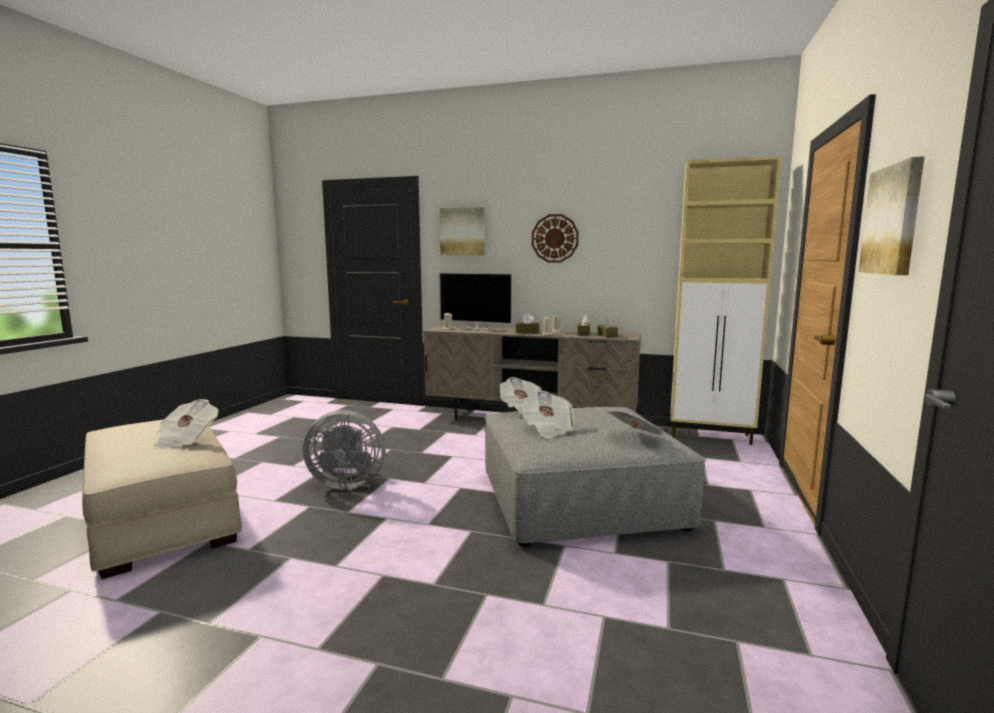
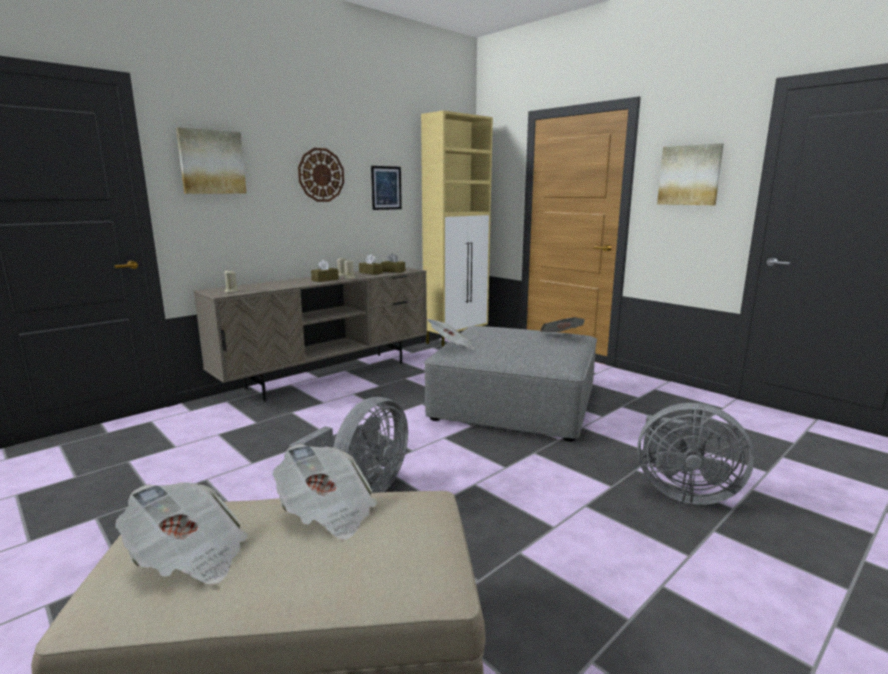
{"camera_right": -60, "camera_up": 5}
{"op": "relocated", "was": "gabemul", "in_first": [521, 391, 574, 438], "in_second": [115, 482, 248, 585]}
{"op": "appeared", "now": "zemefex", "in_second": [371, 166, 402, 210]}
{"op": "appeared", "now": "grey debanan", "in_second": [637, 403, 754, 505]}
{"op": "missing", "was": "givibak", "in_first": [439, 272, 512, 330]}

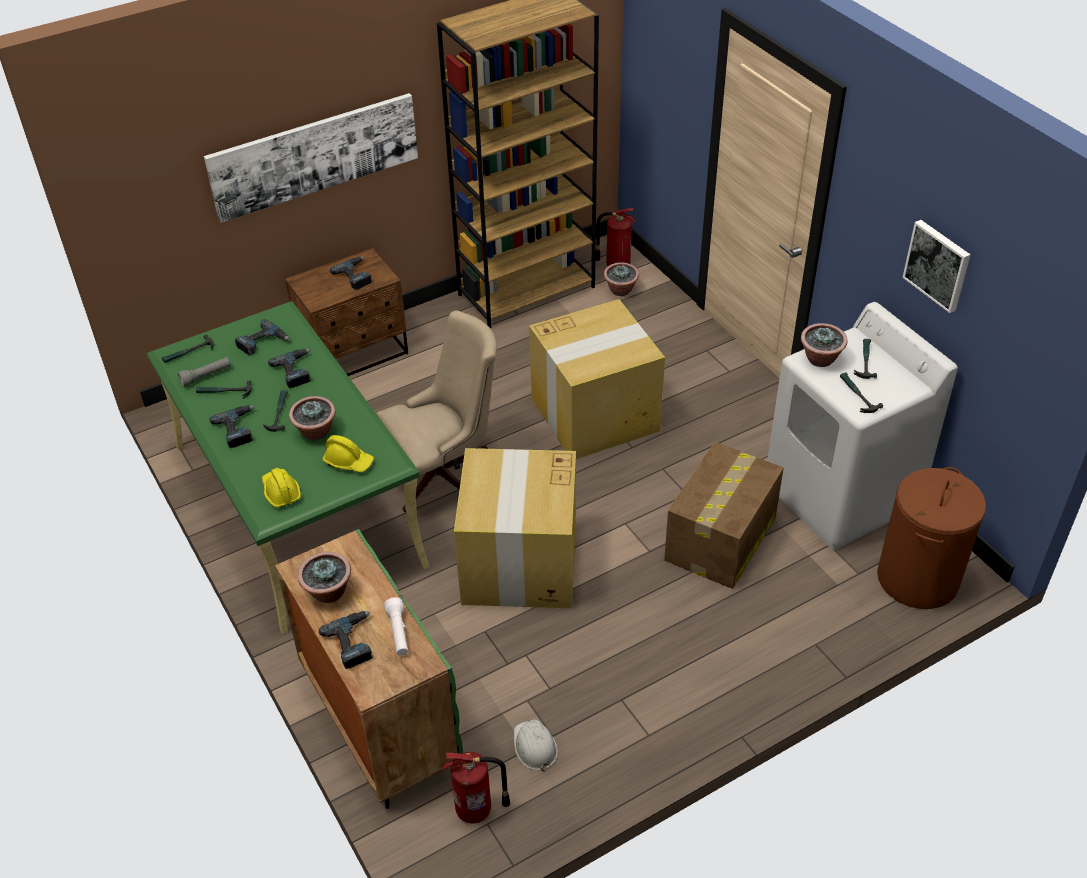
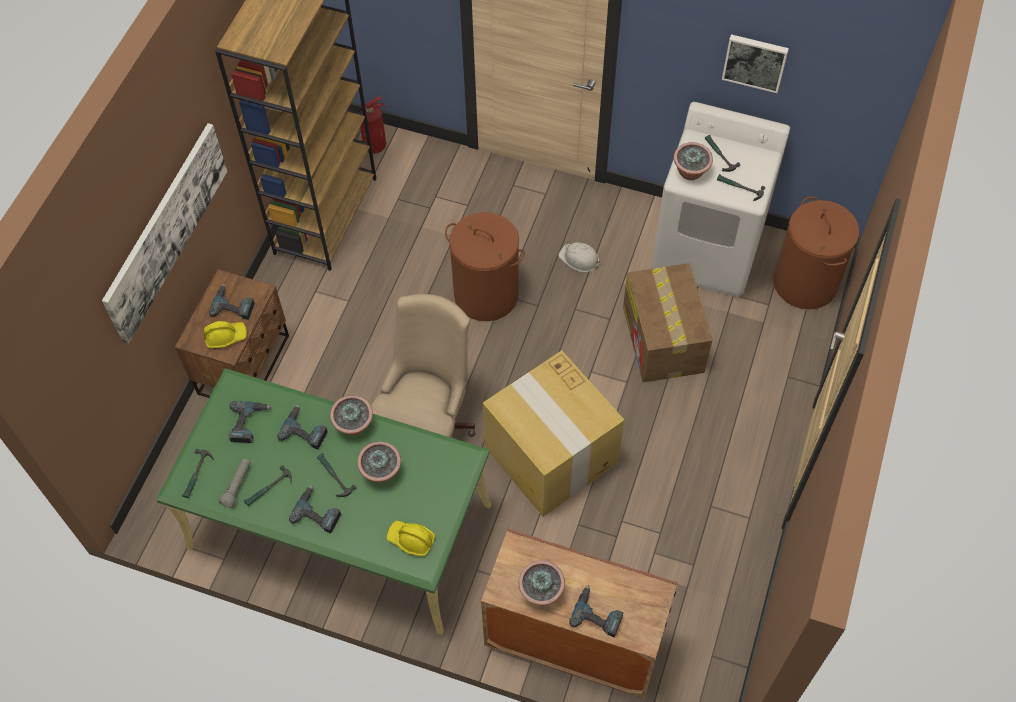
{"camera_right": -40, "camera_up": 15}
{"op": "relocated", "was": "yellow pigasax", "in_first": [323, 435, 374, 472], "in_second": [204, 321, 247, 349]}
{"op": "relocated", "was": "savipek", "in_first": [604, 262, 639, 296], "in_second": [330, 395, 373, 436]}
{"op": "exchanged", "was": "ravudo", "now": "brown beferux", "in_first": [529, 299, 665, 459], "in_second": [445, 212, 525, 321]}
{"op": "colour", "was": "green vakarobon", "now": "brown vakarobon", "in_first": [275, 529, 463, 809], "in_second": [481, 528, 678, 699]}
{"op": "relocated", "was": "white pigasax", "in_first": [514, 719, 558, 772], "in_second": [558, 242, 601, 272]}
{"op": "missing", "was": "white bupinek", "in_first": [384, 597, 408, 656]}
{"op": "missing", "was": "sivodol", "in_first": [443, 752, 510, 823]}

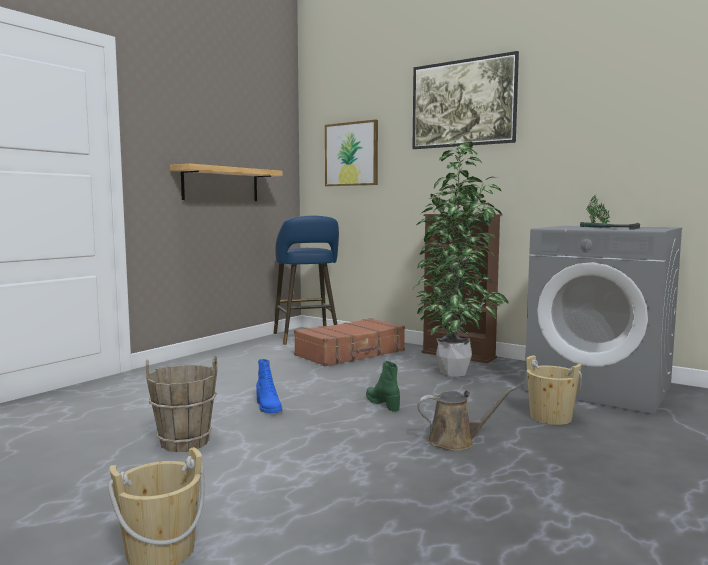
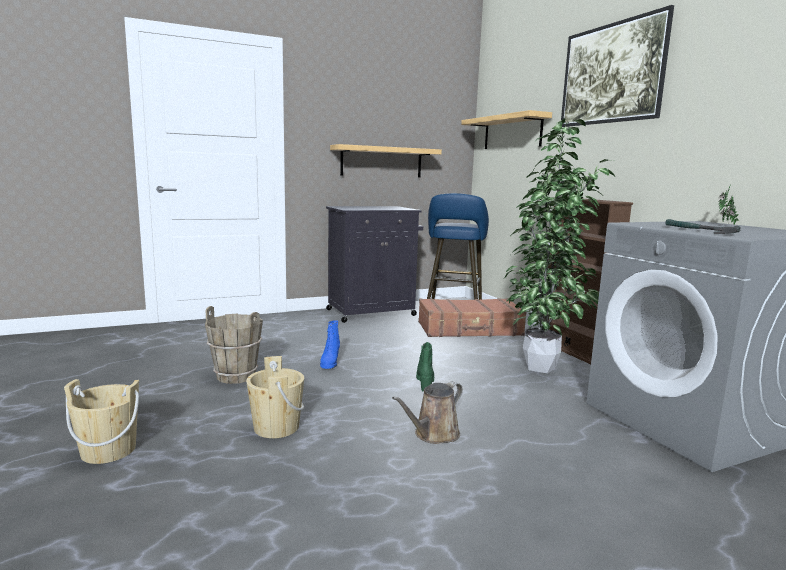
{"camera_right": 30, "camera_up": 5}
{"op": "relocated", "was": "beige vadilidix", "in_first": [526, 355, 582, 425], "in_second": [246, 356, 304, 438]}
{"op": "appeared", "now": "black vakarobon", "in_second": [326, 206, 423, 323]}
{"op": "spun", "was": "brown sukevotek", "in_first": [418, 386, 517, 451], "in_second": [392, 382, 463, 444], "clockwise": 105}
{"op": "exchanged", "was": "zemefex", "now": "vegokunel", "in_first": [325, 119, 378, 186], "in_second": [461, 110, 552, 149]}

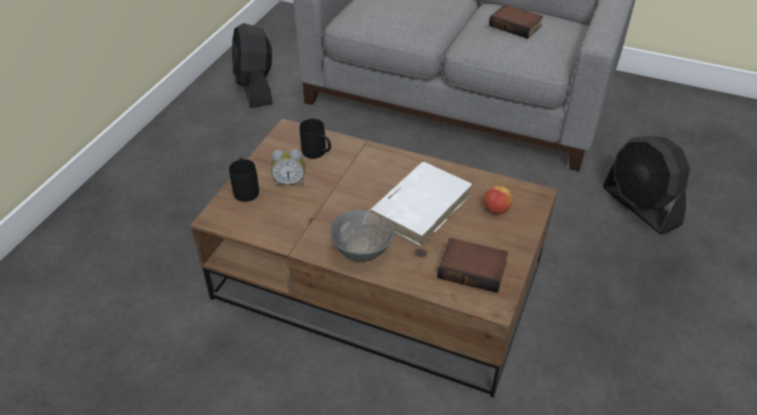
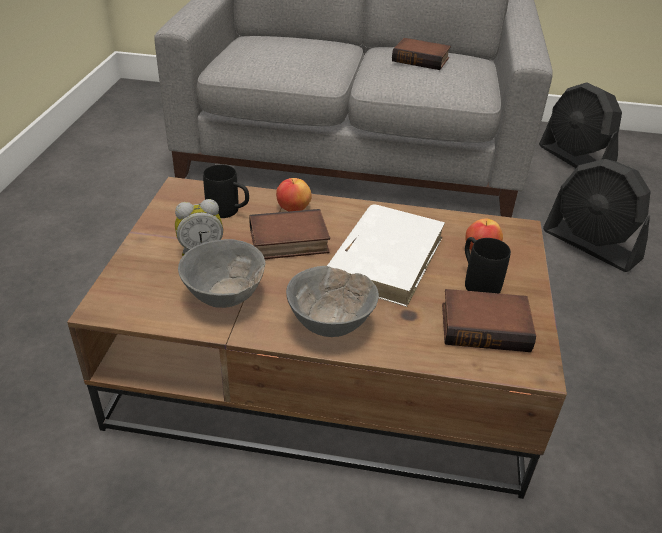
{"camera_right": -15, "camera_up": -5}
{"op": "appeared", "now": "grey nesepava", "in_second": [178, 239, 266, 308]}
{"op": "appeared", "now": "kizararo", "in_second": [249, 209, 330, 259]}
{"op": "appeared", "now": "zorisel", "in_second": [276, 178, 312, 211]}
{"op": "relocated", "was": "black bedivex", "in_first": [229, 157, 259, 202], "in_second": [465, 237, 511, 294]}
{"op": "relocated", "was": "black debanan", "in_first": [232, 23, 273, 108], "in_second": [539, 82, 622, 168]}

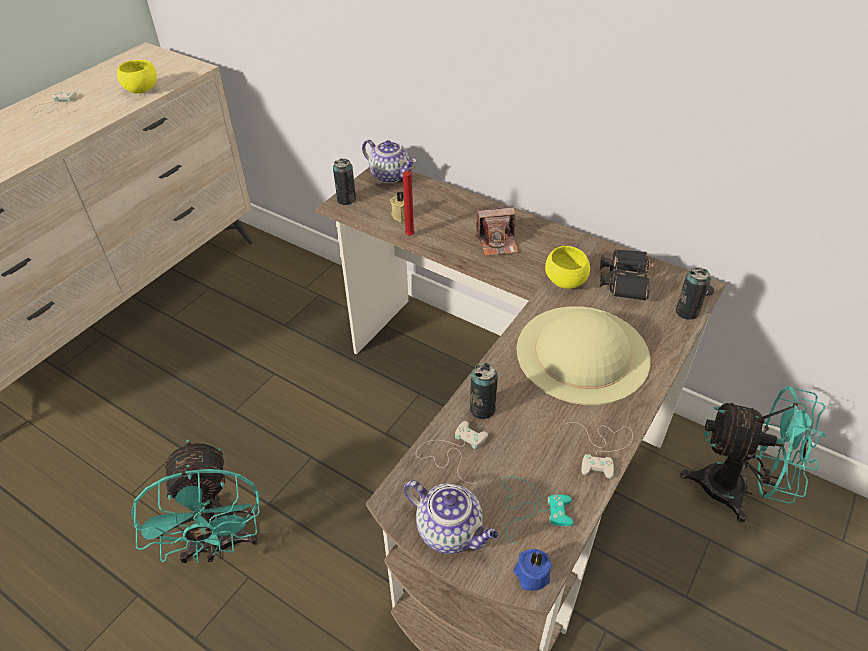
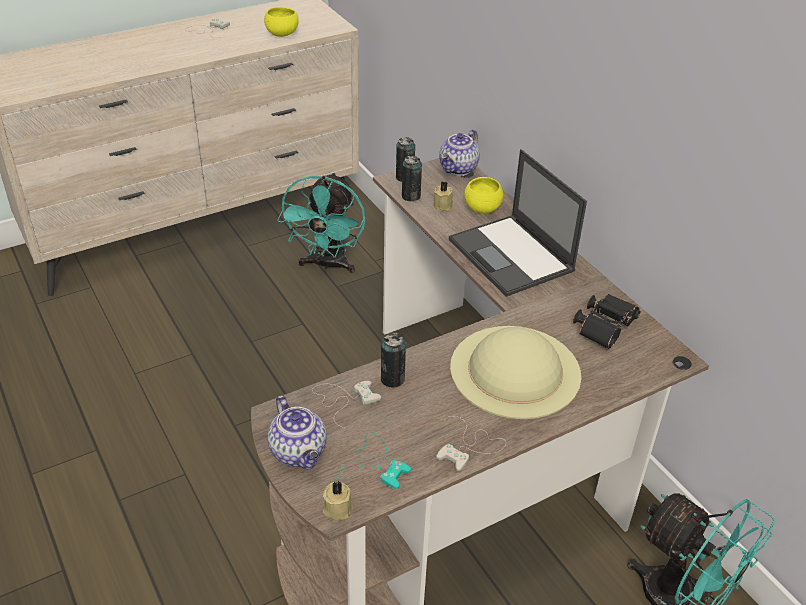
{"camera_right": 25, "camera_up": -5}
{"op": "relocated", "was": "turquoise debanan", "in_first": [131, 439, 260, 563], "in_second": [277, 172, 366, 273]}
{"op": "colour", "was": "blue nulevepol", "now": "beige nulevepol", "in_first": [513, 549, 552, 591], "in_second": [323, 481, 353, 520]}
{"op": "relocated", "was": "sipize", "in_first": [676, 267, 711, 320], "in_second": [402, 156, 422, 202]}
{"op": "spun", "was": "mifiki", "in_first": [362, 139, 416, 183], "in_second": [439, 129, 480, 176], "clockwise": 60}
{"op": "exchanged", "was": "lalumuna", "now": "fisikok", "in_first": [475, 206, 519, 256], "in_second": [449, 149, 587, 297]}
{"op": "relocated", "was": "yellow nesepava", "in_first": [545, 246, 590, 289], "in_second": [464, 177, 503, 214]}
{"op": "missing", "was": "red nulevepol", "in_first": [403, 166, 416, 236]}

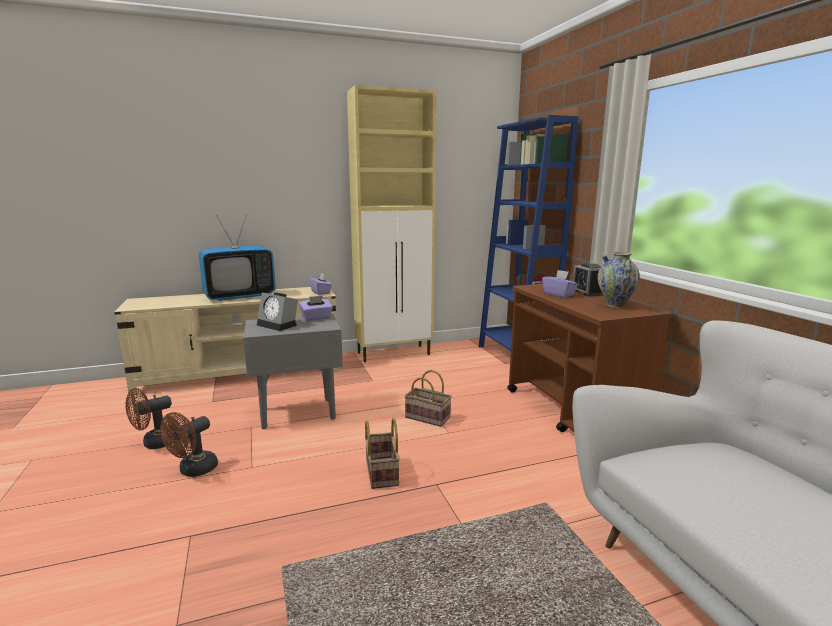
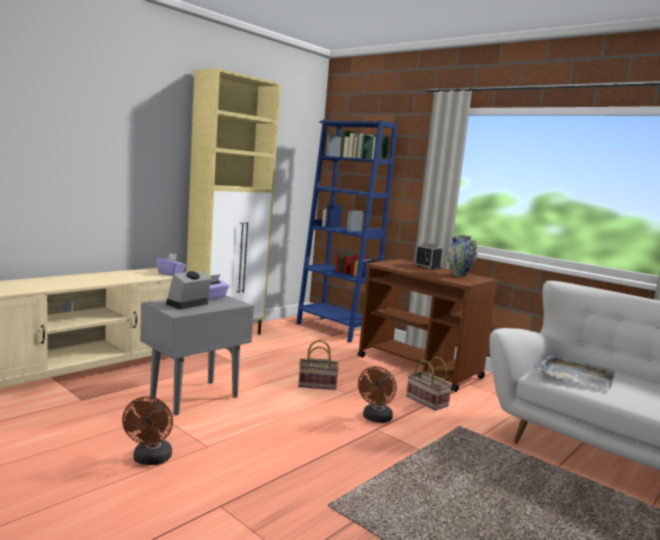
{"camera_right": -30, "camera_up": -5}
{"op": "spun", "was": "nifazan", "in_first": [257, 292, 298, 331], "in_second": [166, 270, 212, 309], "clockwise": 120}
{"op": "relocated", "was": "brown debanan", "in_first": [126, 388, 175, 449], "in_second": [358, 366, 397, 423]}
{"op": "relocated", "was": "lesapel", "in_first": [365, 418, 400, 489], "in_second": [406, 357, 452, 411]}
{"op": "appeared", "now": "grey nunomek", "in_second": [539, 354, 615, 390]}
{"op": "missing", "was": "givibak", "in_first": [199, 214, 276, 301]}
{"op": "missing", "was": "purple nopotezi", "in_first": [542, 270, 578, 297]}

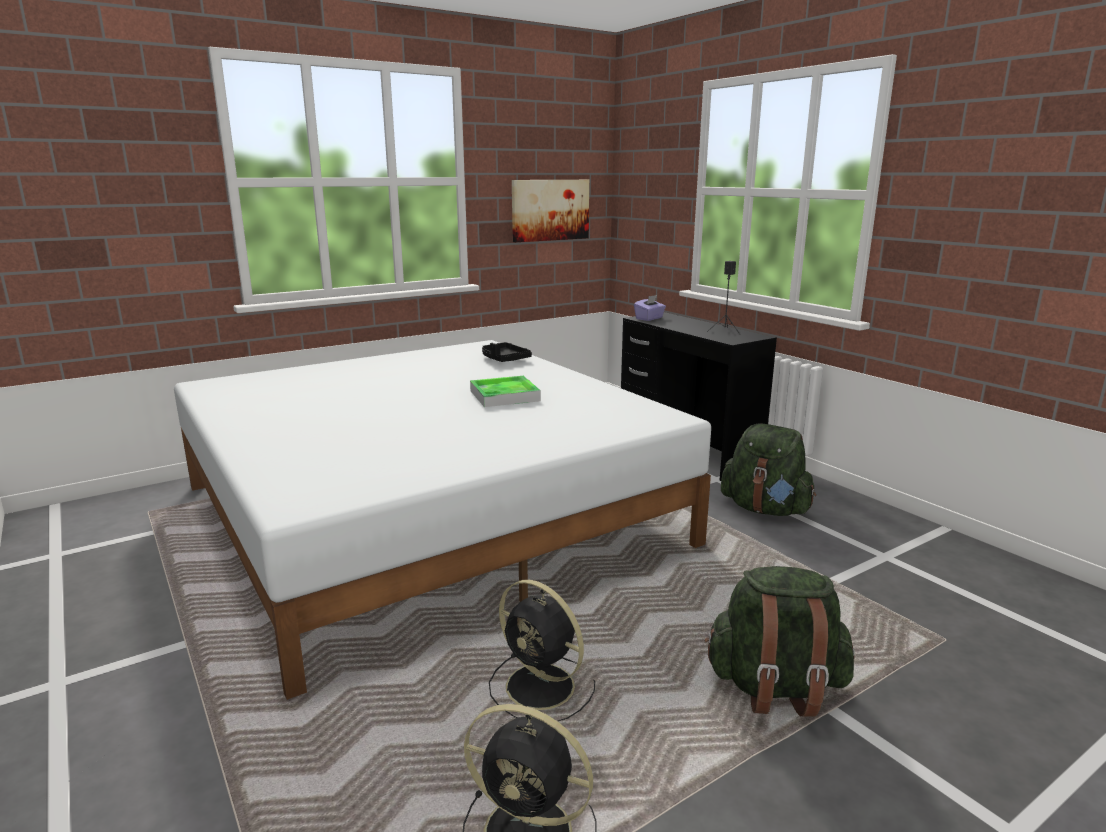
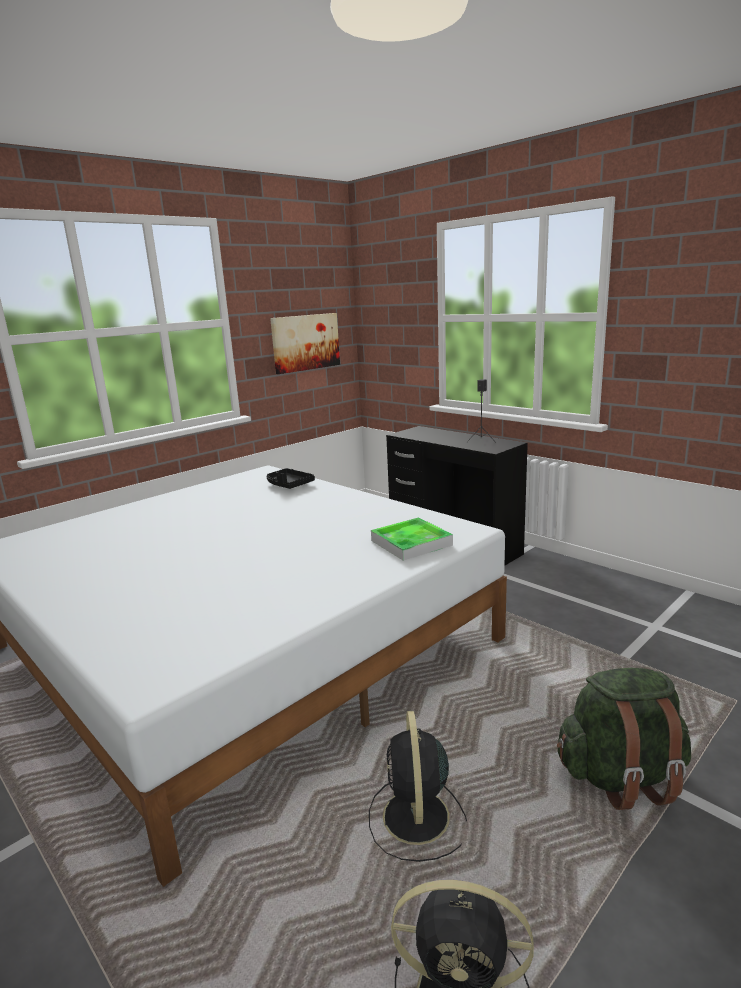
{"camera_right": -10, "camera_up": 0}
{"op": "spun", "was": "black debanan", "in_first": [489, 580, 595, 721], "in_second": [369, 711, 467, 862], "clockwise": 60}
{"op": "relocated", "was": "nunomek", "in_first": [470, 376, 541, 407], "in_second": [371, 517, 453, 561]}
{"op": "missing", "was": "purple nopotezi", "in_first": [634, 295, 666, 321]}
{"op": "missing", "was": "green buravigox", "in_first": [721, 424, 816, 516]}

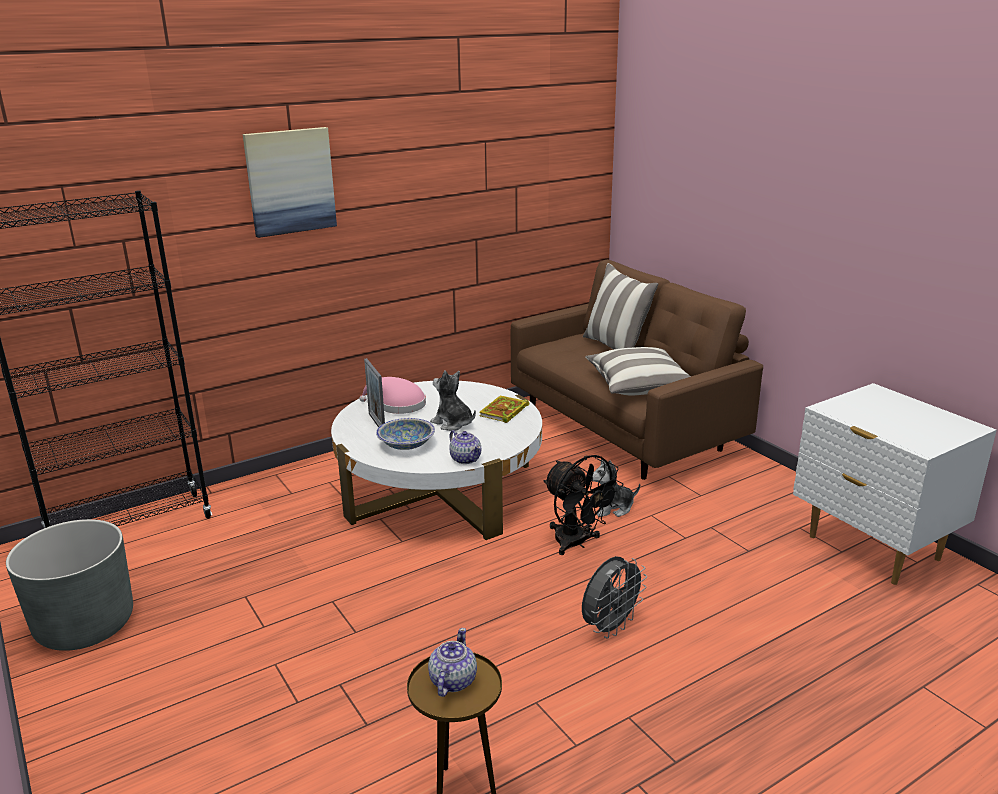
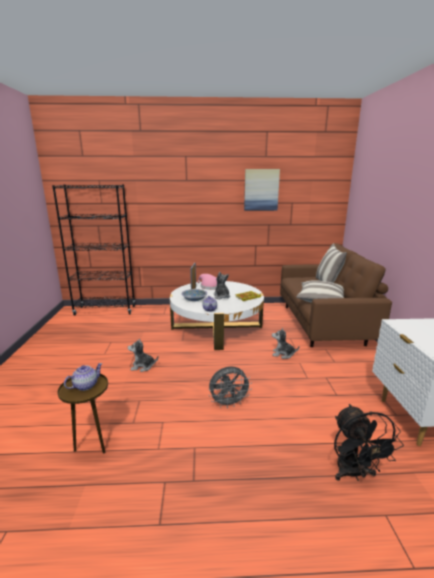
{"camera_right": 30, "camera_up": -5}
{"op": "appeared", "now": "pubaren", "in_second": [128, 338, 158, 372]}
{"op": "relocated", "was": "zemefex", "in_first": [243, 127, 337, 238], "in_second": [244, 169, 280, 211]}
{"op": "relocated", "was": "black debanan", "in_first": [543, 455, 623, 555], "in_second": [334, 404, 404, 481]}
{"op": "missing", "was": "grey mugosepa", "in_first": [6, 519, 133, 651]}

